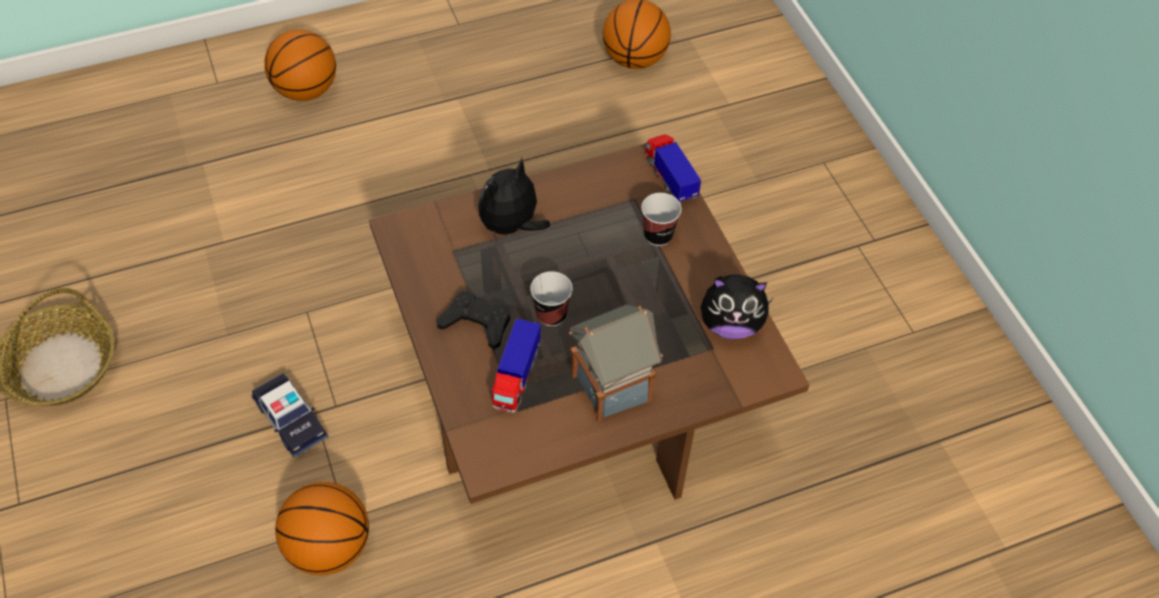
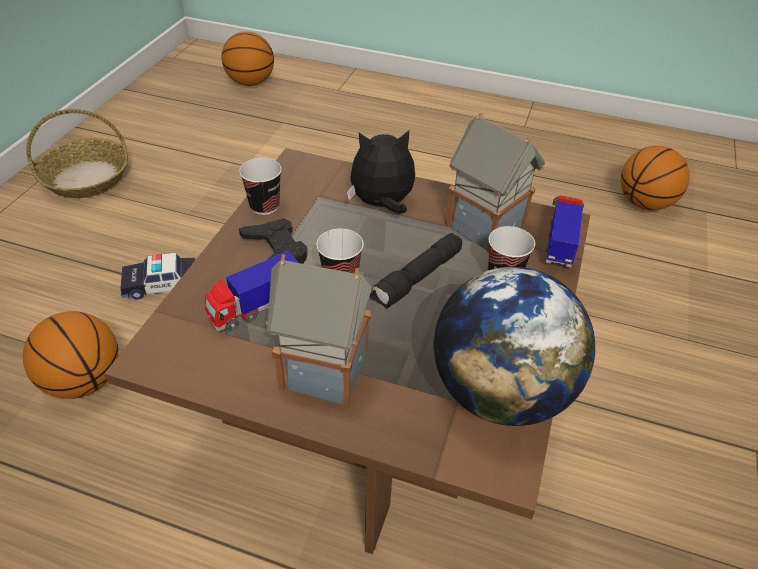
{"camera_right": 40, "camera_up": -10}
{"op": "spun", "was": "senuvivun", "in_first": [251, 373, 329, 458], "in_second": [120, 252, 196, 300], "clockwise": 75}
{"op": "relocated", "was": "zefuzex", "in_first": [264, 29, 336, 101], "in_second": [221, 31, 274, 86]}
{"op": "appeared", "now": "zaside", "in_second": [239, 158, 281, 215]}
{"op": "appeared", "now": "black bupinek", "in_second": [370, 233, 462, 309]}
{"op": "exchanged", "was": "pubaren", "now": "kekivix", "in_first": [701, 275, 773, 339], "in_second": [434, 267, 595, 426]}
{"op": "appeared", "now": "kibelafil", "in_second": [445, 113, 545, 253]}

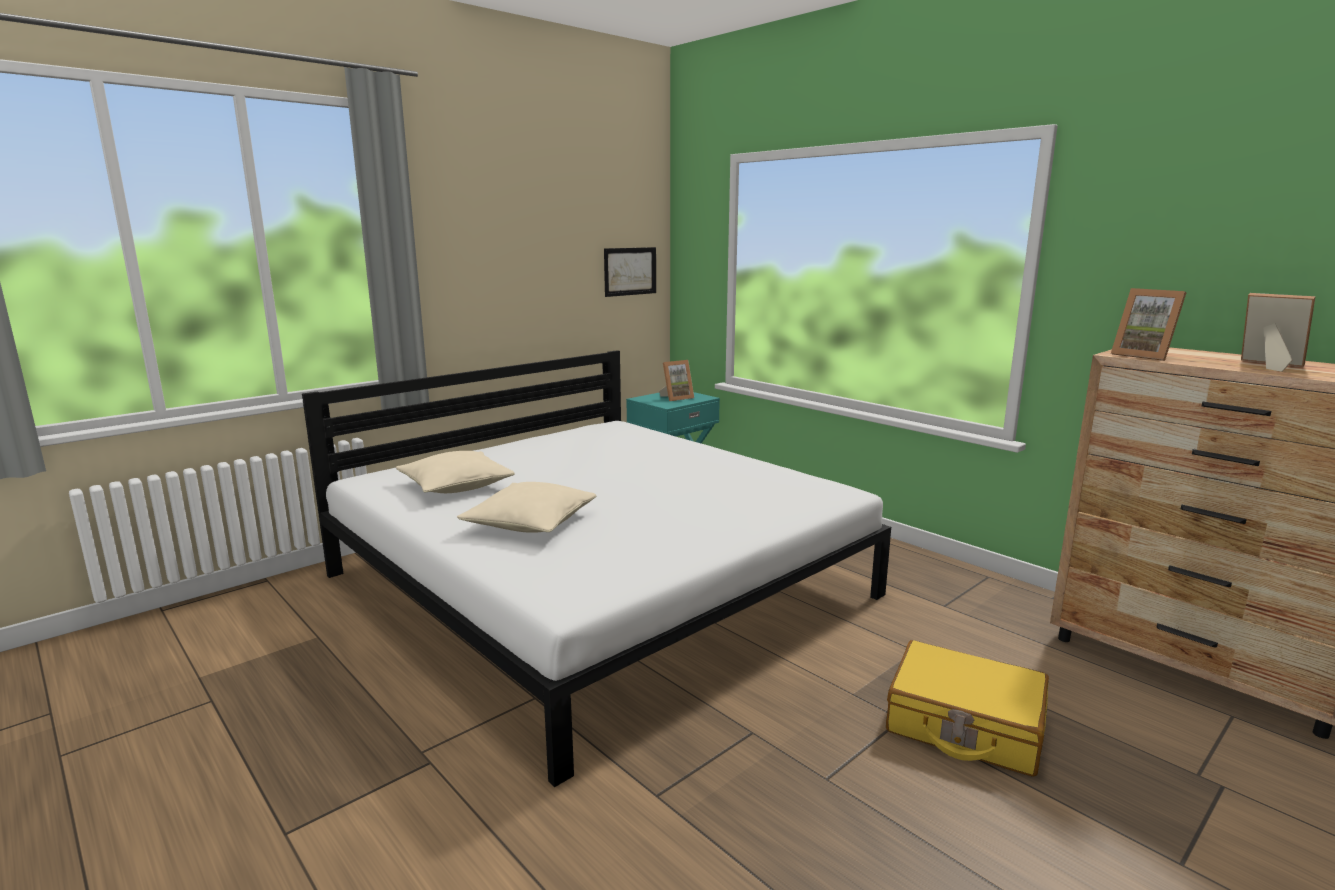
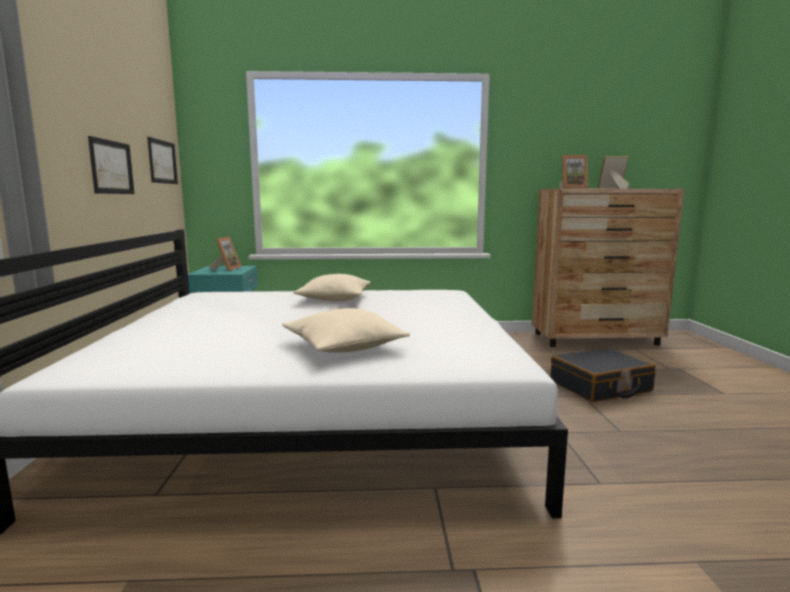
{"camera_right": -50, "camera_up": -5}
{"op": "appeared", "now": "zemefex", "in_second": [88, 136, 134, 194]}
{"op": "relocated", "was": "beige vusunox", "in_first": [396, 451, 515, 493], "in_second": [293, 274, 371, 301]}
{"op": "colour", "was": "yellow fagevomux", "now": "black fagevomux", "in_first": [886, 640, 1049, 777], "in_second": [550, 348, 656, 402]}

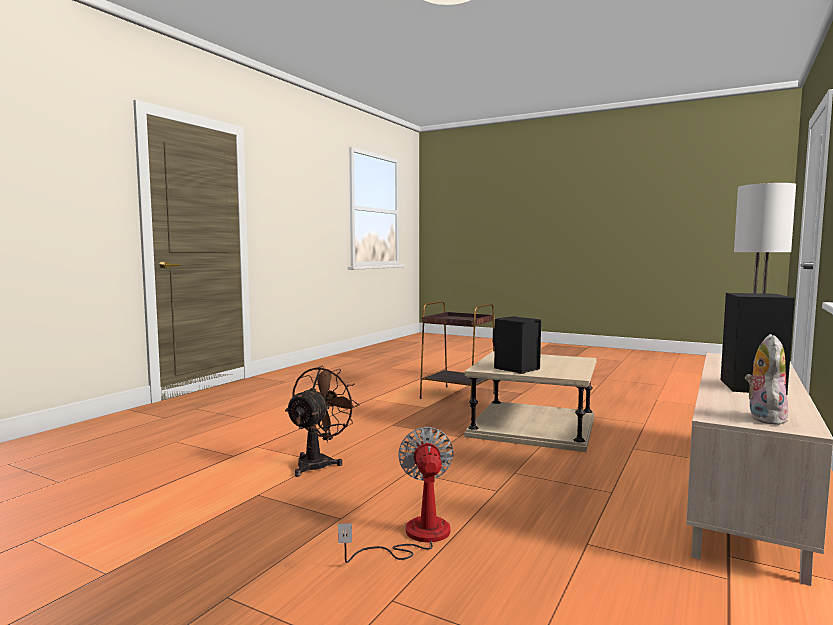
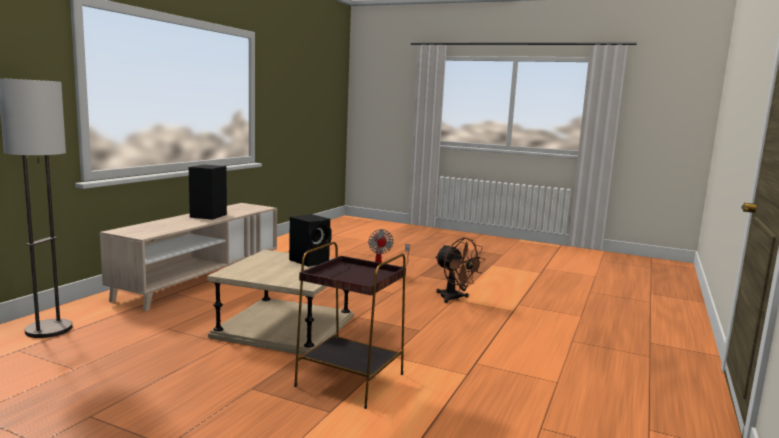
{"camera_right": 175, "camera_up": 5}
{"op": "spun", "was": "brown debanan", "in_first": [285, 366, 360, 477], "in_second": [435, 237, 485, 303], "clockwise": -60}
{"op": "missing", "was": "pubaren", "in_first": [745, 334, 788, 425]}

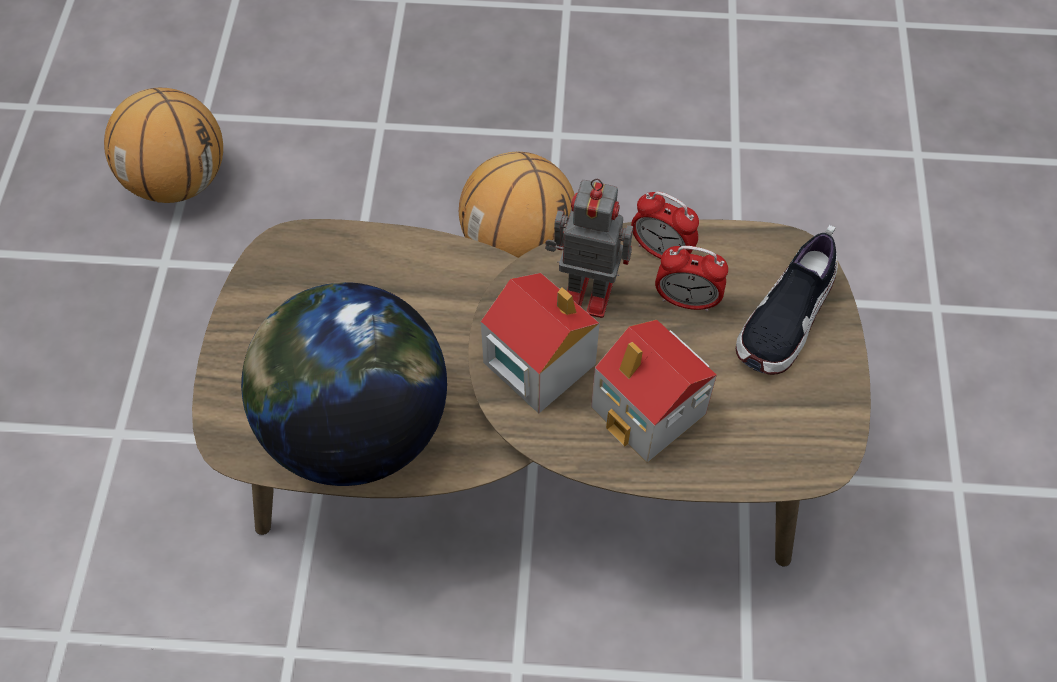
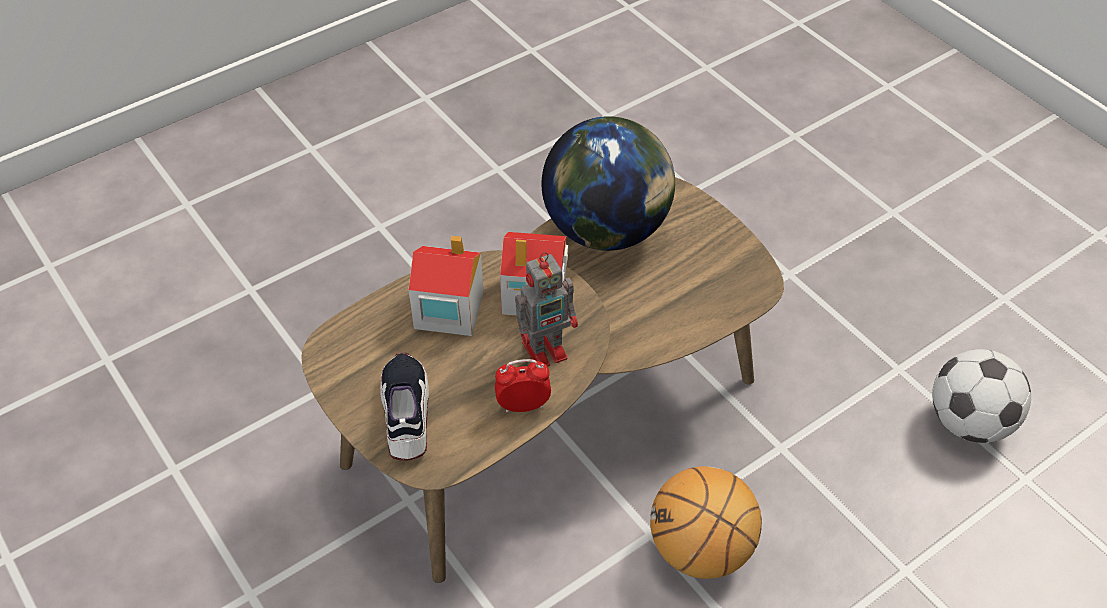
{"camera_right": 140, "camera_up": -10}
{"op": "exchanged", "was": "zefuzex", "now": "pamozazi", "in_first": [104, 88, 223, 203], "in_second": [932, 349, 1031, 443]}
{"op": "missing", "was": "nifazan", "in_first": [655, 246, 728, 311]}

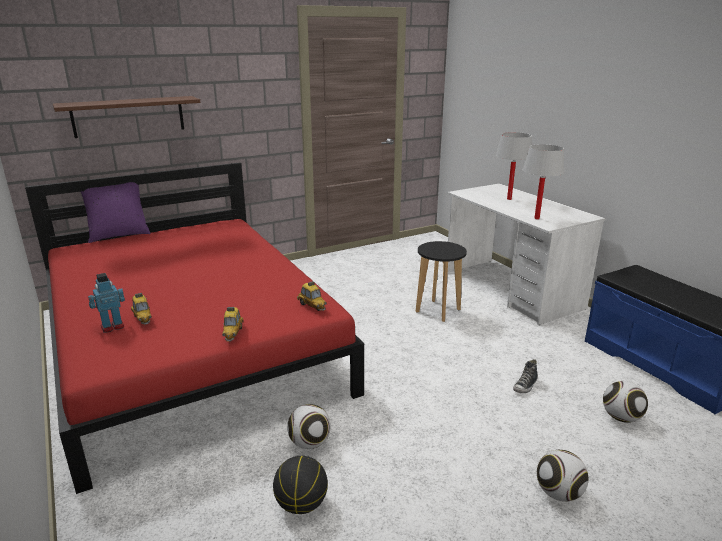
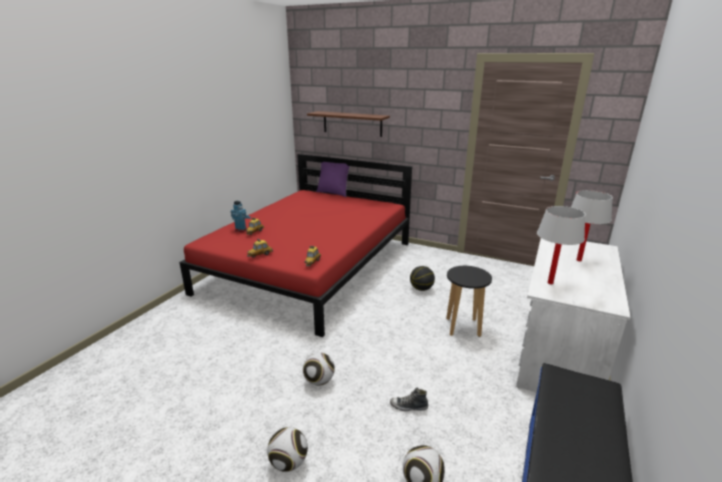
{"camera_right": 55, "camera_up": 0}
{"op": "relocated", "was": "pamozazi", "in_first": [287, 404, 331, 449], "in_second": [303, 352, 335, 386]}
{"op": "relocated", "was": "zefuzex", "in_first": [273, 456, 328, 514], "in_second": [410, 266, 435, 291]}

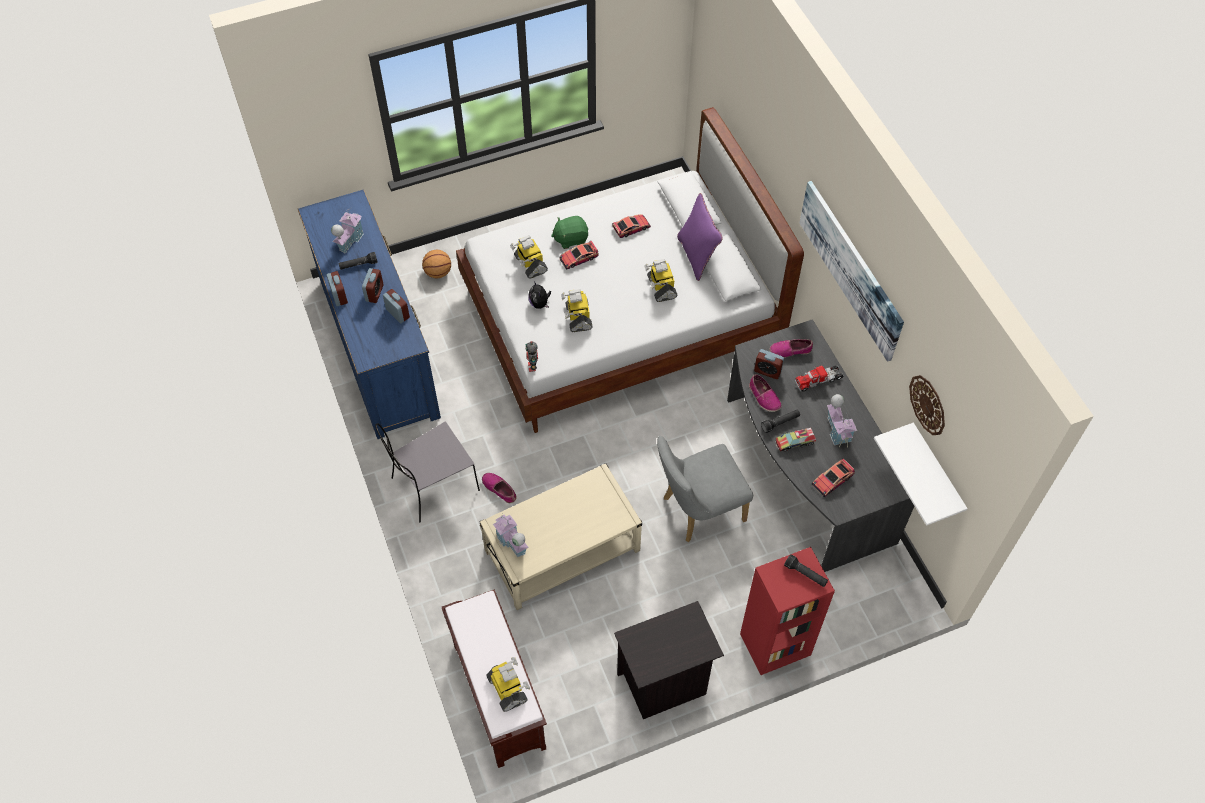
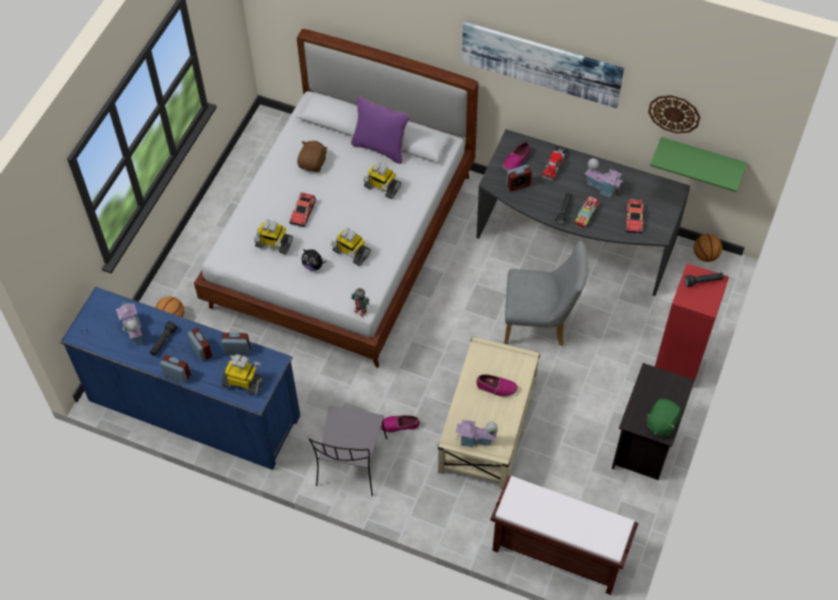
{"camera_right": -45, "camera_up": 0}
{"op": "relocated", "was": "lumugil", "in_first": [486, 657, 530, 712], "in_second": [221, 355, 263, 396]}
{"op": "exchanged", "was": "senuvivun", "now": "brown pubaren", "in_first": [612, 214, 651, 238], "in_second": [297, 141, 327, 172]}
{"op": "relocated", "was": "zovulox", "in_first": [749, 374, 781, 412], "in_second": [476, 374, 518, 397]}
{"op": "spun", "was": "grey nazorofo", "in_first": [657, 436, 753, 542], "in_second": [504, 241, 588, 346], "clockwise": -105}
{"op": "relocated", "was": "green pubaren", "in_first": [551, 216, 588, 249], "in_second": [646, 399, 681, 437]}
{"op": "colour", "was": "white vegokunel", "now": "green vegokunel", "in_first": [874, 423, 968, 526], "in_second": [650, 137, 747, 192]}
{"op": "appeared", "now": "zefuzex", "in_second": [694, 234, 722, 262]}

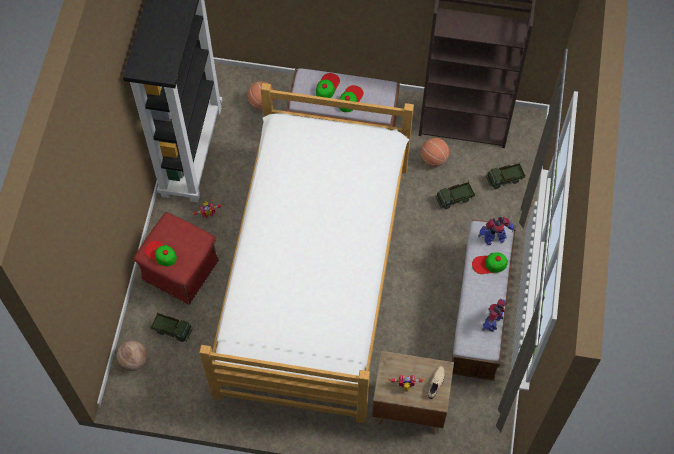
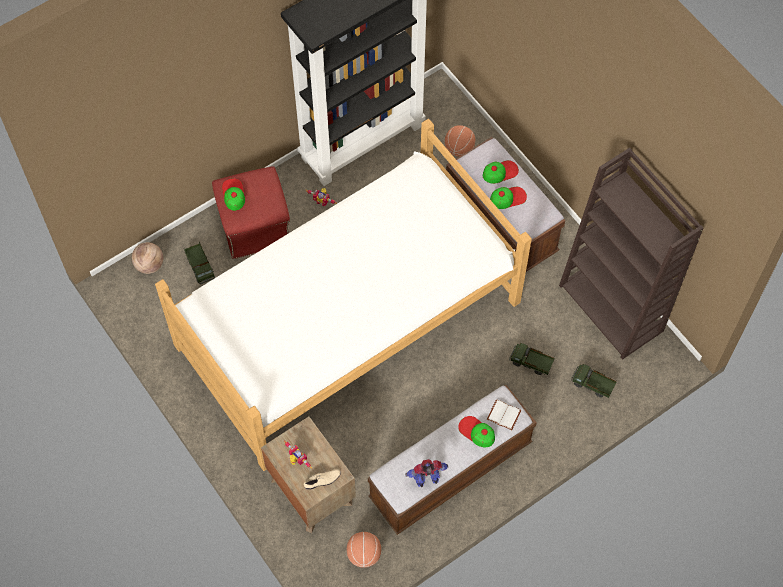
{"camera_right": 45, "camera_up": 0}
{"op": "relocated", "was": "zefuzex", "in_first": [421, 138, 449, 167], "in_second": [347, 532, 381, 567]}
{"op": "exchanged", "was": "lumugil", "now": "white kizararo", "in_first": [478, 217, 515, 245], "in_second": [487, 399, 521, 430]}

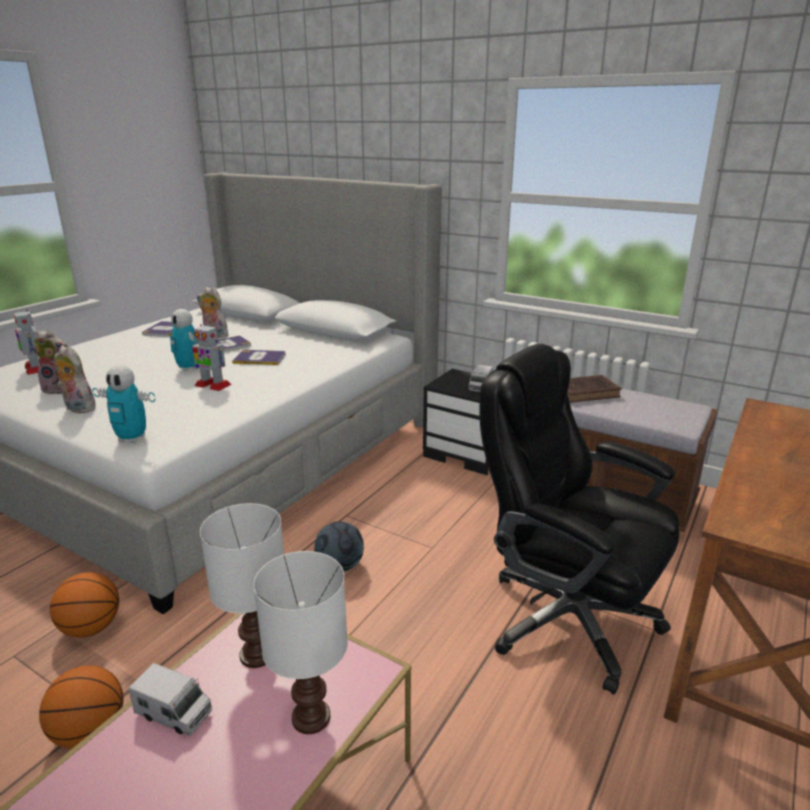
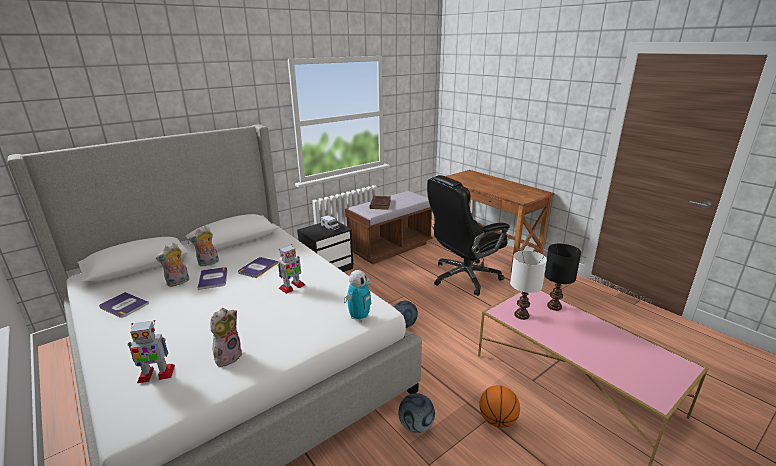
{"camera_right": -70, "camera_up": 0}
{"op": "relocated", "was": "pubaren", "in_first": [54, 345, 96, 413], "in_second": [189, 226, 219, 266]}
{"op": "exchanged", "was": "zefuzex", "now": "pamozazi", "in_first": [50, 572, 119, 638], "in_second": [398, 393, 435, 433]}
{"op": "colour", "was": "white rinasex", "now": "black rinasex", "in_first": [254, 551, 348, 734], "in_second": [544, 244, 581, 311]}
{"op": "missing", "was": "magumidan", "in_first": [129, 663, 212, 736]}
{"op": "missing", "was": "lumugil", "in_first": [170, 309, 198, 372]}

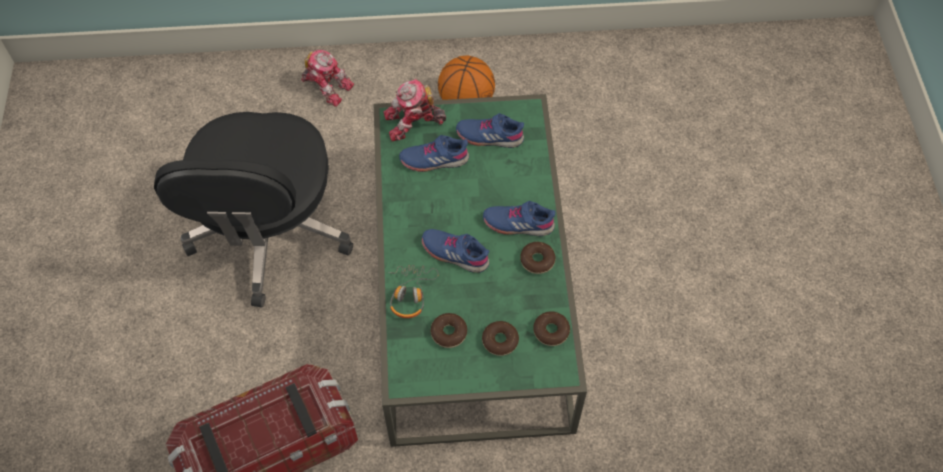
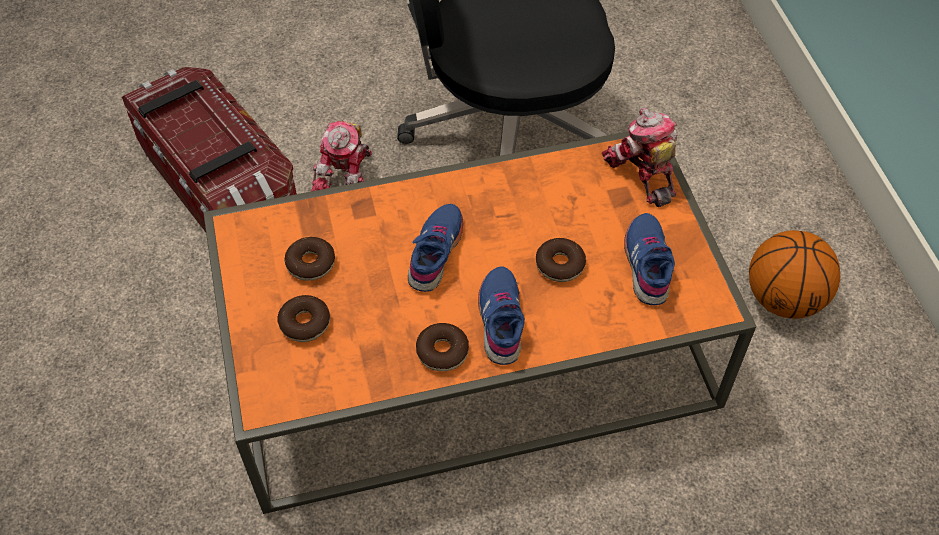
{"camera_right": 80, "camera_up": -5}
{"op": "colour", "was": "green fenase", "now": "orange fenase", "in_first": [374, 94, 587, 447], "in_second": [203, 131, 756, 514]}
{"op": "relocated", "was": "lumugil", "in_first": [301, 50, 354, 107], "in_second": [311, 121, 372, 191]}
{"op": "relocated", "was": "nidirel", "in_first": [533, 311, 570, 346], "in_second": [536, 238, 586, 282]}
{"op": "missing", "was": "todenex", "in_first": [388, 265, 439, 318]}
{"op": "missing", "was": "blue zovulox", "in_first": [399, 135, 469, 172]}

